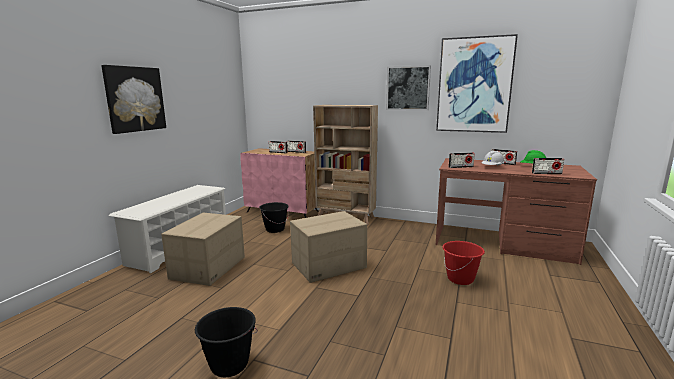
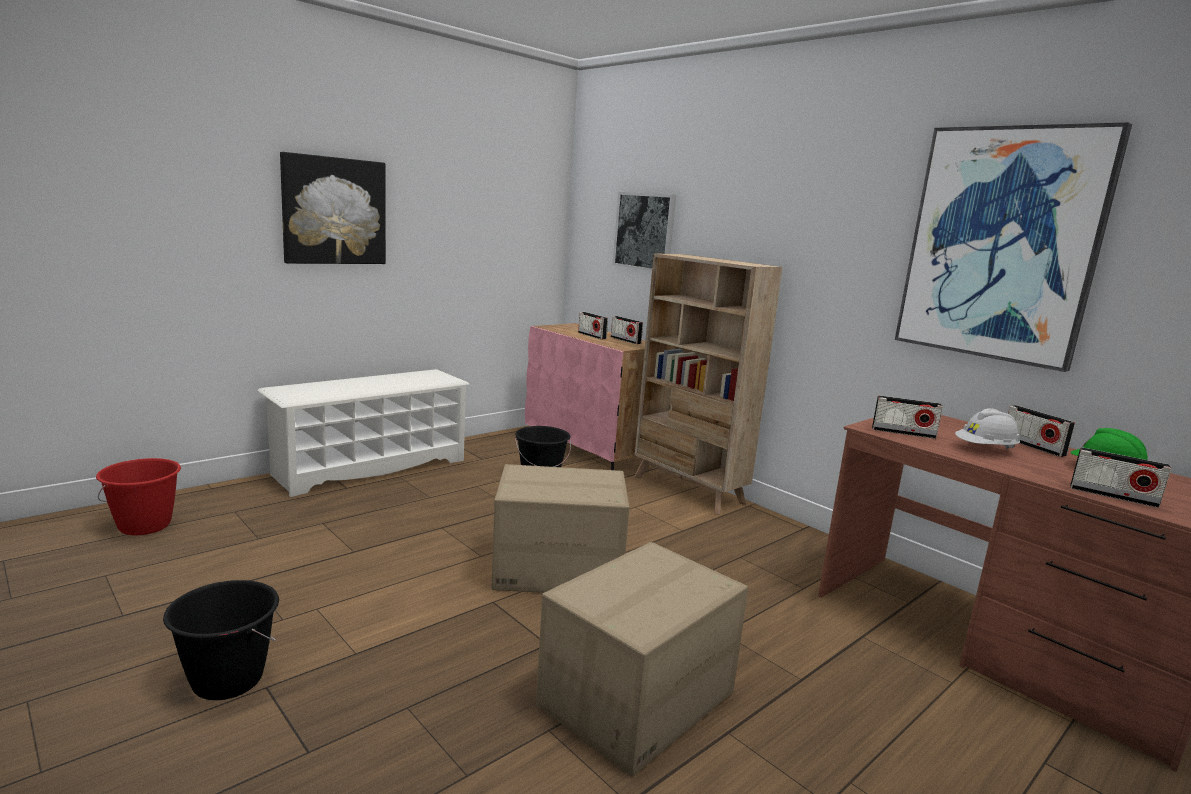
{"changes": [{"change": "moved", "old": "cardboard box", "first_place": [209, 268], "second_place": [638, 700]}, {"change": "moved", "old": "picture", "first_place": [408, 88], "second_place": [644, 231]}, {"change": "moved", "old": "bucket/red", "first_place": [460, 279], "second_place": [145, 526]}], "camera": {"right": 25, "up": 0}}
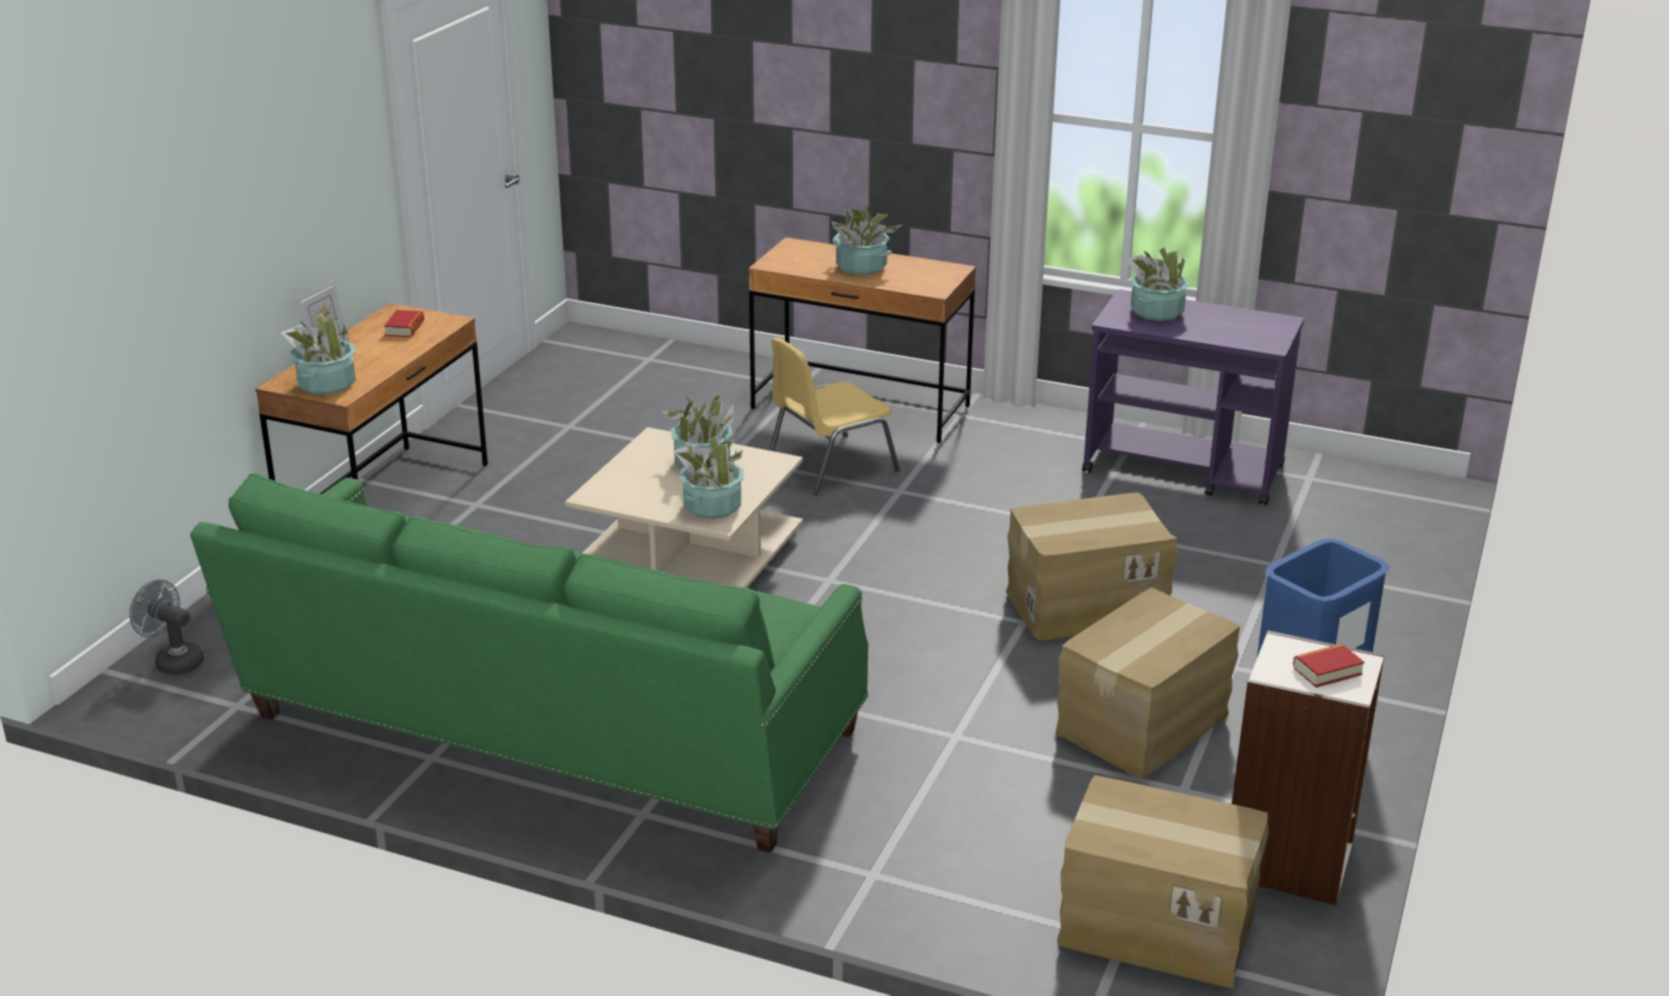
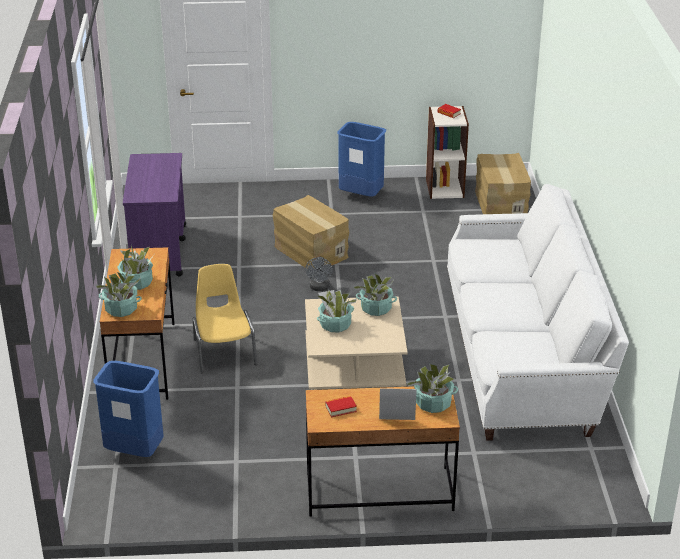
{"changes": [{"change": "moved", "old": "cooling fan/greyish", "first_place": [173, 661], "second_place": [319, 288]}, {"change": "recoloured", "old": "sofa/green-coloured", "new": "sofa/whitish", "first_place": [547, 732], "second_place": [523, 353]}, {"change": "turned", "old": "chair/yellow-coloured", "first_place": [829, 465], "second_place": [224, 351], "degrees": -135}, {"change": "removed", "old": "cardboard box", "first_place": [1144, 725]}, {"change": "moved", "old": "potted plant", "first_place": [1156, 312], "second_place": [121, 309]}, {"change": "added", "new": "rubbish bin/bluish", "second_place": [135, 451]}], "camera": {"right": -115, "up": 5}}
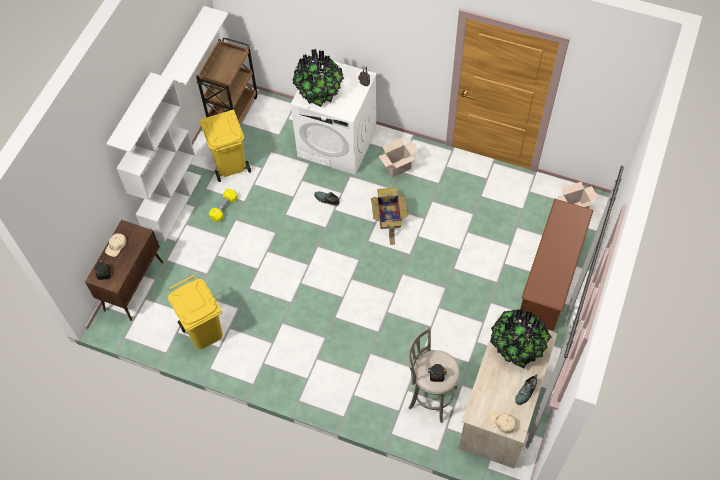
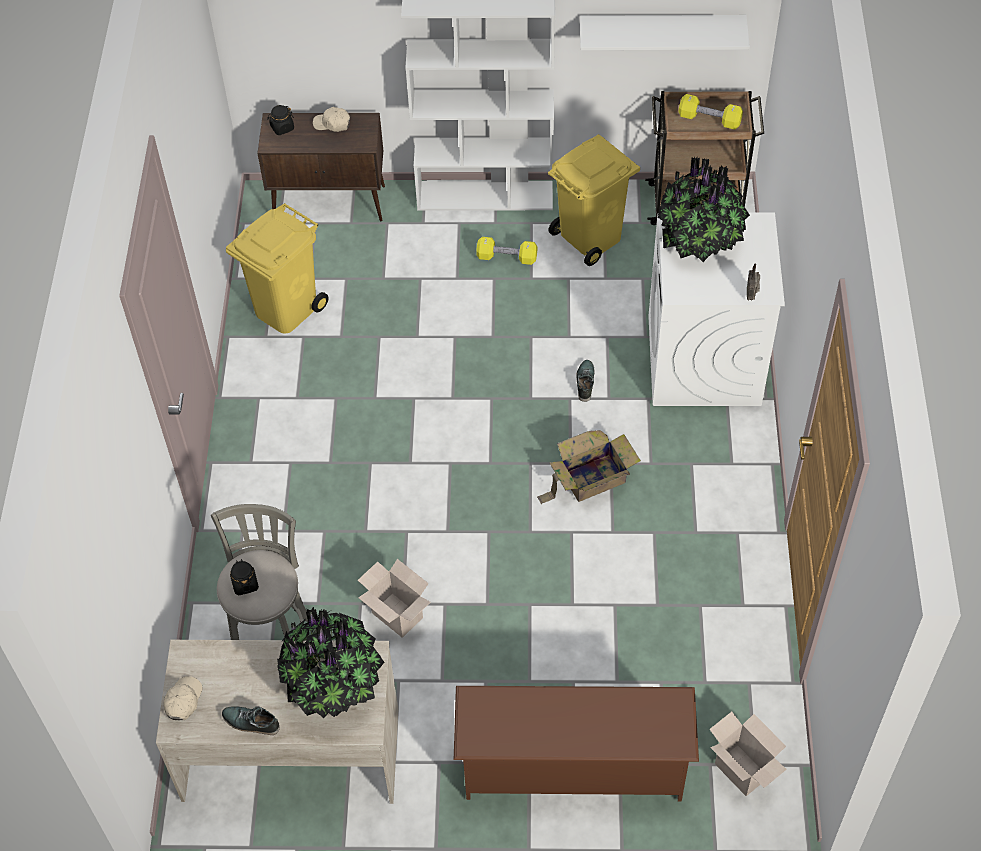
{"changes": [{"change": "moved", "old": "cardboard box", "first_place": [397, 168], "second_place": [395, 615]}, {"change": "added", "new": "hand weight/yellow-coloured", "second_place": [709, 120]}], "camera": {"right": 70, "up": -5}}
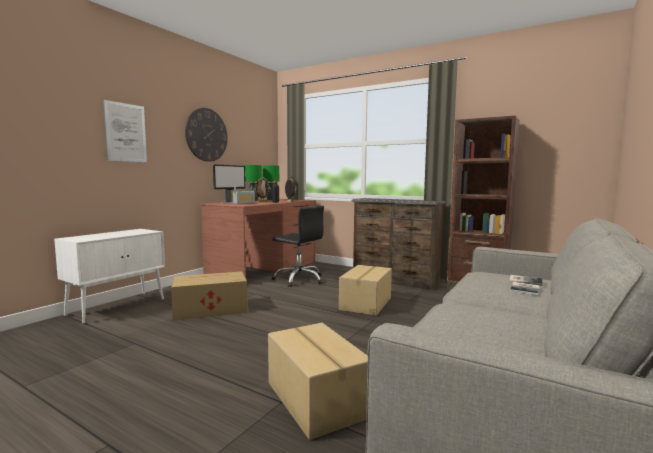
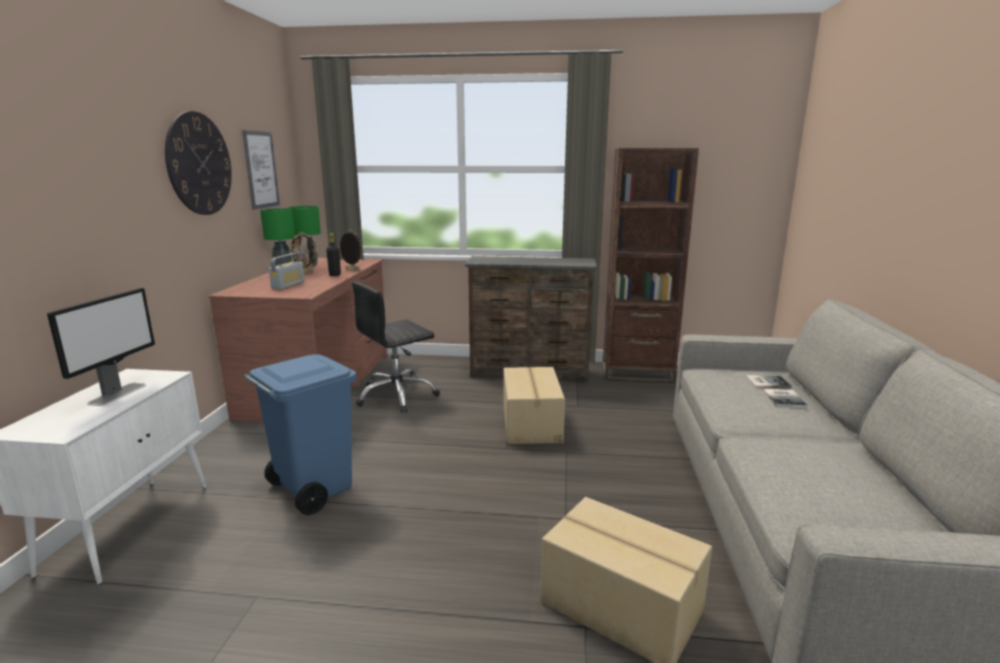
{"changes": [{"change": "moved", "old": "picture", "first_place": [125, 132], "second_place": [261, 170]}, {"change": "replaced", "old": "cardboard box", "new": "rubbish bin/bluish", "first_place": [209, 309], "second_place": [313, 489]}, {"change": "moved", "old": "monitor", "first_place": [229, 202], "second_place": [118, 394]}, {"change": "turned", "old": "office chair/black", "first_place": [299, 279], "second_place": [397, 395], "degrees": 135}], "camera": {"right": -25, "up": 10}}
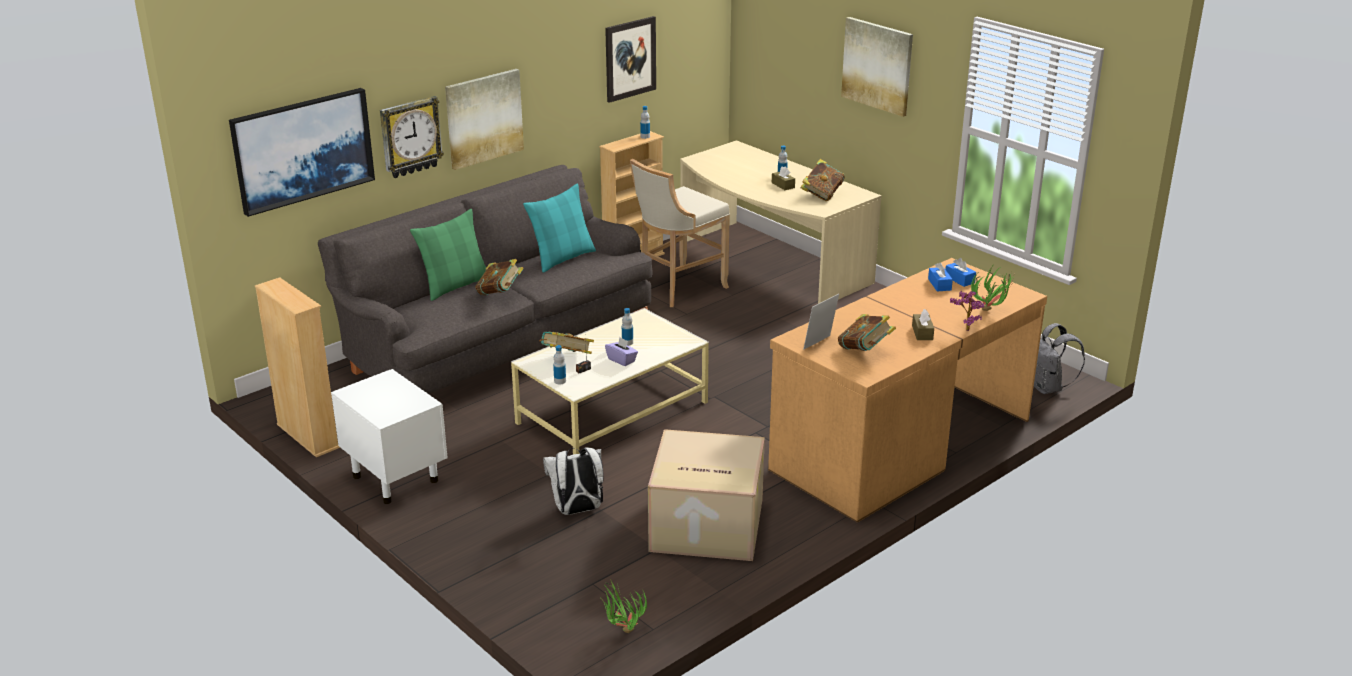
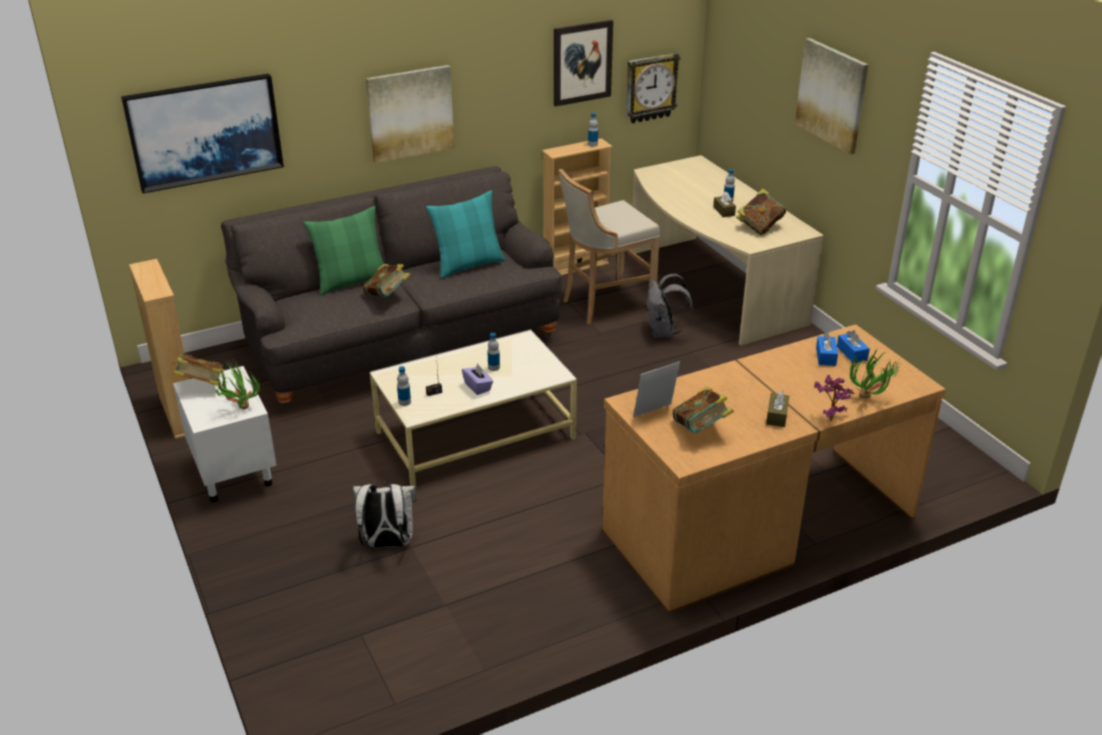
{"changes": [{"change": "moved", "old": "clock on the wall", "first_place": [410, 137], "second_place": [650, 87]}, {"change": "moved", "old": "bound book", "first_place": [566, 358], "second_place": [201, 385]}, {"change": "moved", "old": "potted plant", "first_place": [622, 632], "second_place": [239, 408]}, {"change": "removed", "old": "cardboard box", "first_place": [705, 526]}, {"change": "moved", "old": "rucksack/greyish", "first_place": [1047, 388], "second_place": [664, 333]}], "camera": {"right": 15, "up": 5}}
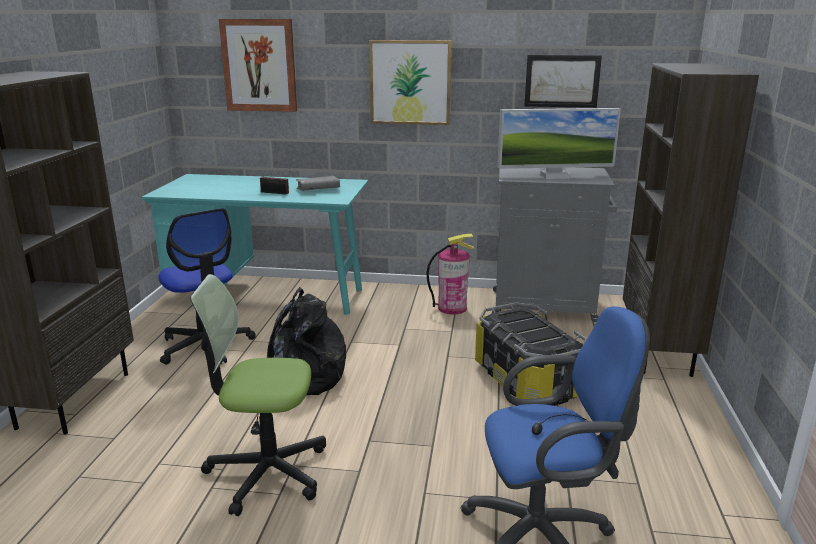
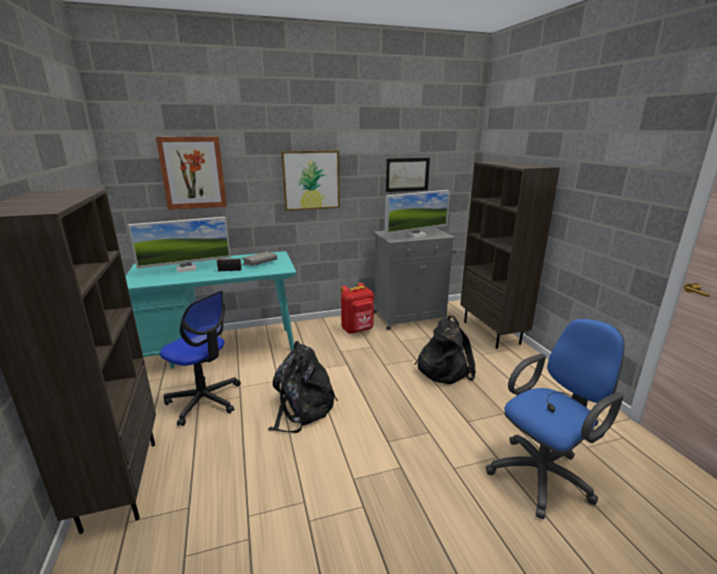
{"changes": [{"change": "removed", "old": "office chair", "first_place": [267, 472]}, {"change": "replaced", "old": "fire extinguisher", "new": "rucksack/red", "first_place": [452, 308], "second_place": [358, 330]}, {"change": "replaced", "old": "storage bin", "new": "rucksack/black", "first_place": [528, 380], "second_place": [443, 369]}, {"change": "added", "new": "monitor", "second_place": [186, 269]}], "camera": {"right": -25, "up": 0}}
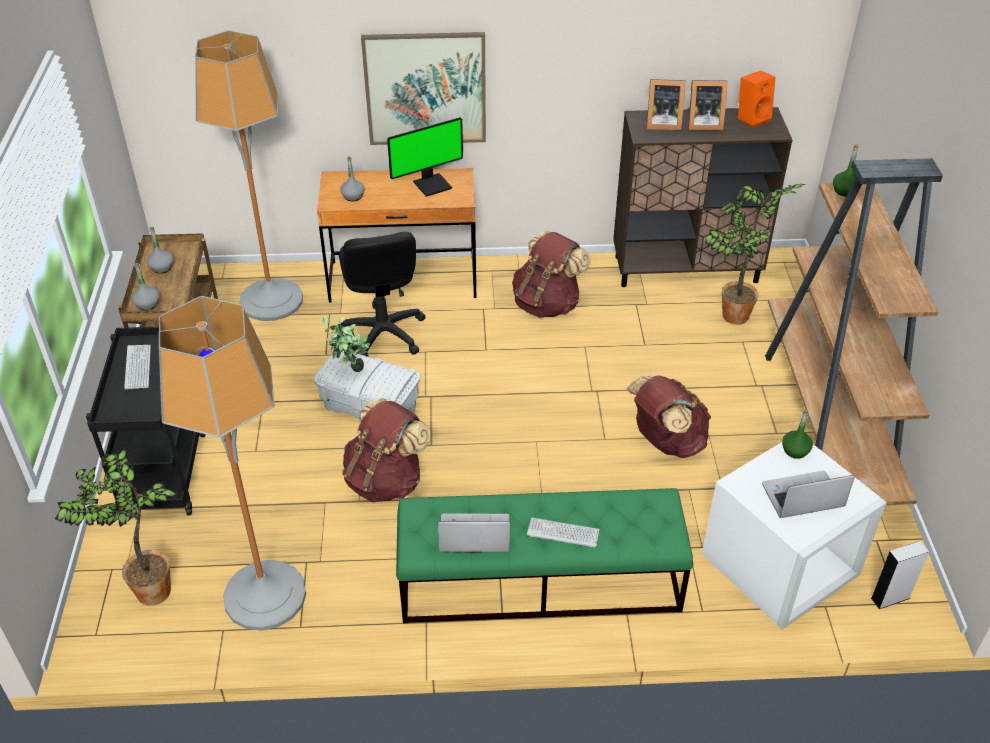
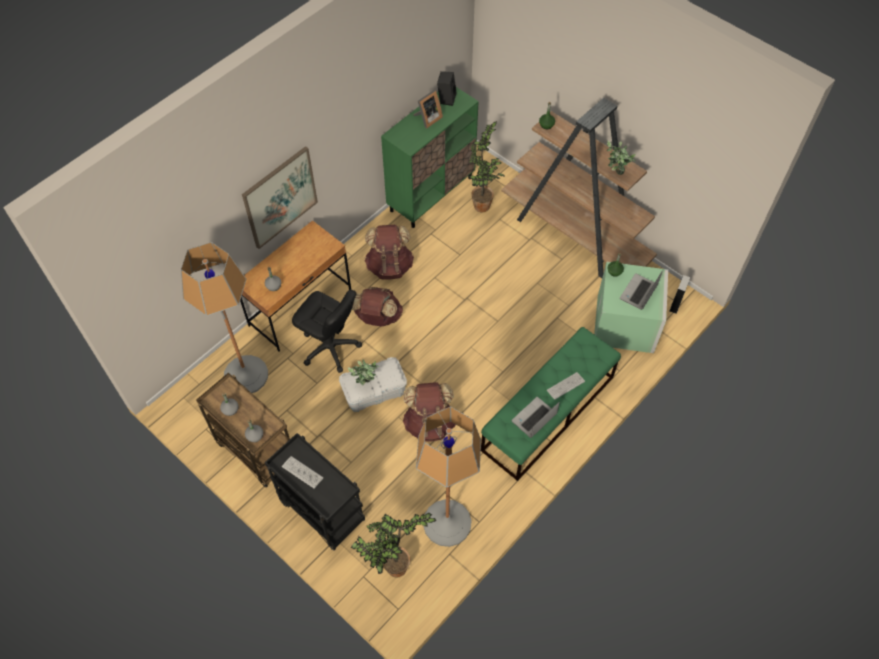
{"changes": [{"change": "removed", "old": "monitor", "first_place": [432, 184]}, {"change": "recoloured", "old": "cabinet/brown-coloured", "new": "cabinet/green-coloured", "first_place": [686, 269], "second_place": [431, 194]}, {"change": "moved", "old": "rucksack/brown-coloured", "first_place": [666, 442], "second_place": [377, 318]}, {"change": "removed", "old": "picture frame", "first_place": [661, 123]}, {"change": "recoloured", "old": "storage bin/whitish", "new": "storage bin/green-coloured", "first_place": [780, 566], "second_place": [626, 325]}, {"change": "recoloured", "old": "audio speaker/orange-coloured", "new": "audio speaker/black", "first_place": [752, 118], "second_place": [446, 98]}, {"change": "added", "new": "potted plant", "second_place": [615, 174]}], "camera": {"right": -45, "up": 15}}
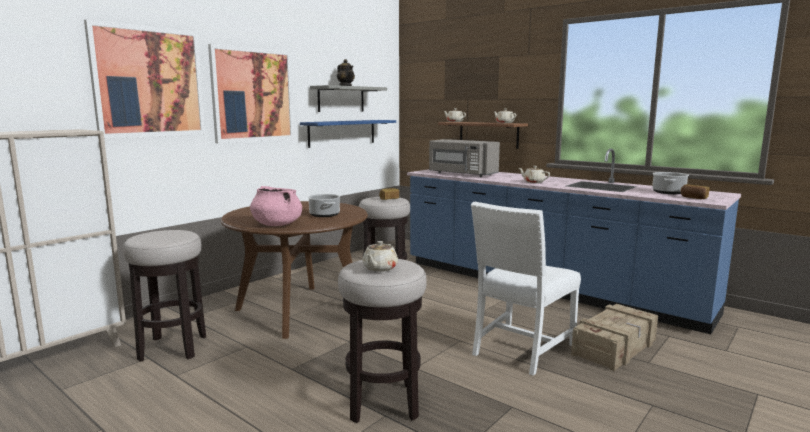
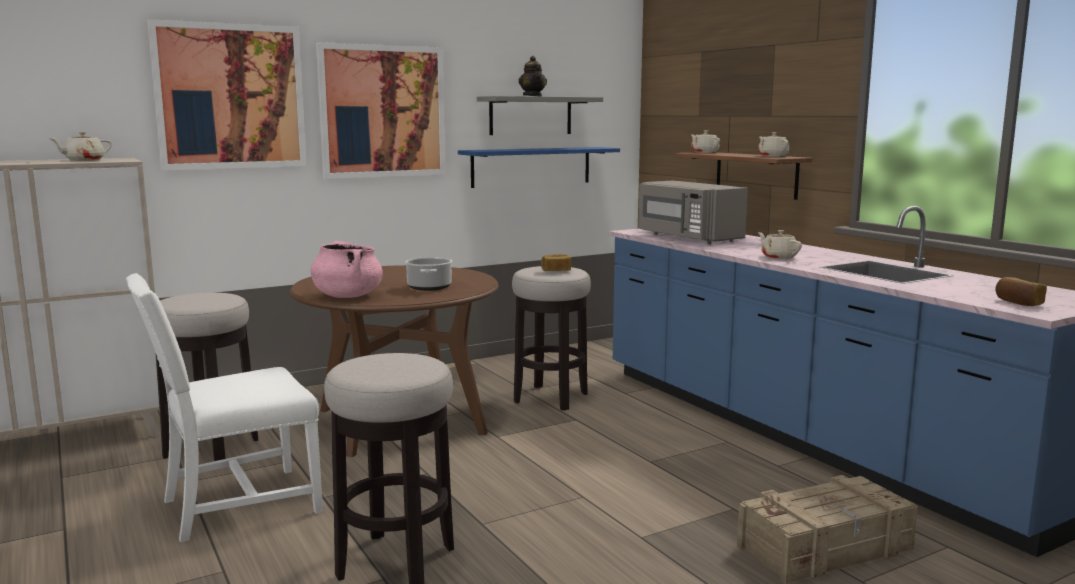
{"changes": [{"change": "moved", "old": "pot for tea/sand-coloured", "first_place": [379, 268], "second_place": [84, 160]}, {"change": "moved", "old": "chair/whitish", "first_place": [520, 350], "second_place": [236, 505]}, {"change": "removed", "old": "cooking pot", "first_place": [668, 192]}], "camera": {"right": 20, "up": 0}}
